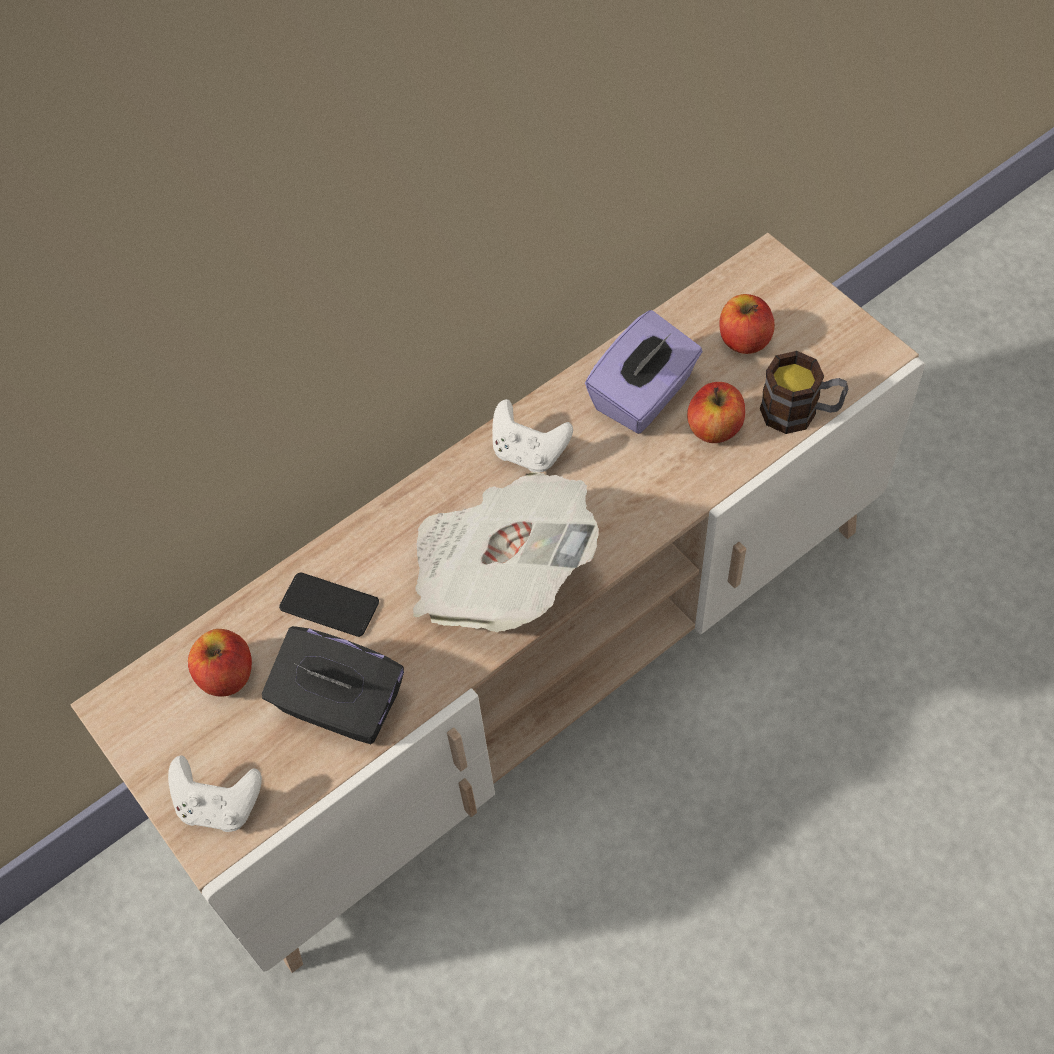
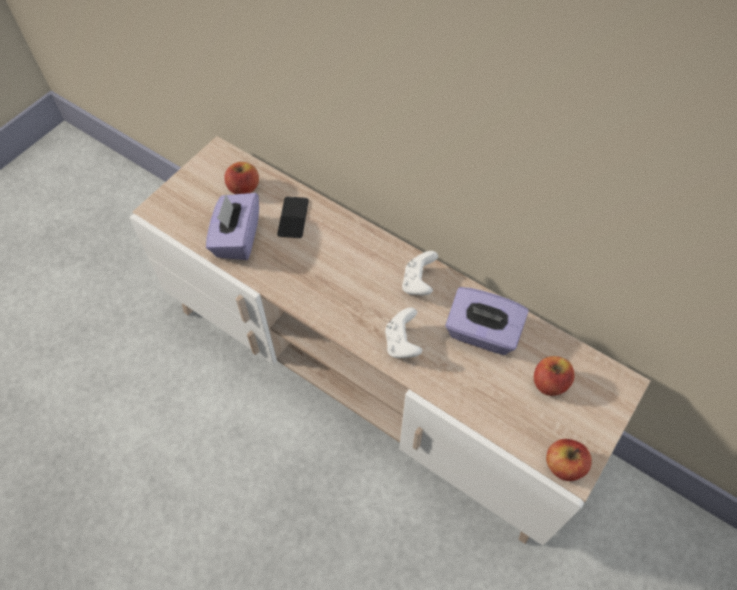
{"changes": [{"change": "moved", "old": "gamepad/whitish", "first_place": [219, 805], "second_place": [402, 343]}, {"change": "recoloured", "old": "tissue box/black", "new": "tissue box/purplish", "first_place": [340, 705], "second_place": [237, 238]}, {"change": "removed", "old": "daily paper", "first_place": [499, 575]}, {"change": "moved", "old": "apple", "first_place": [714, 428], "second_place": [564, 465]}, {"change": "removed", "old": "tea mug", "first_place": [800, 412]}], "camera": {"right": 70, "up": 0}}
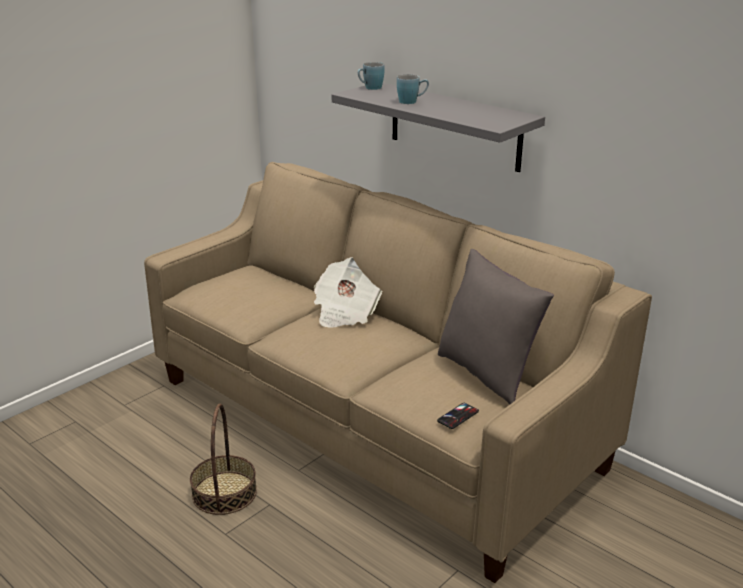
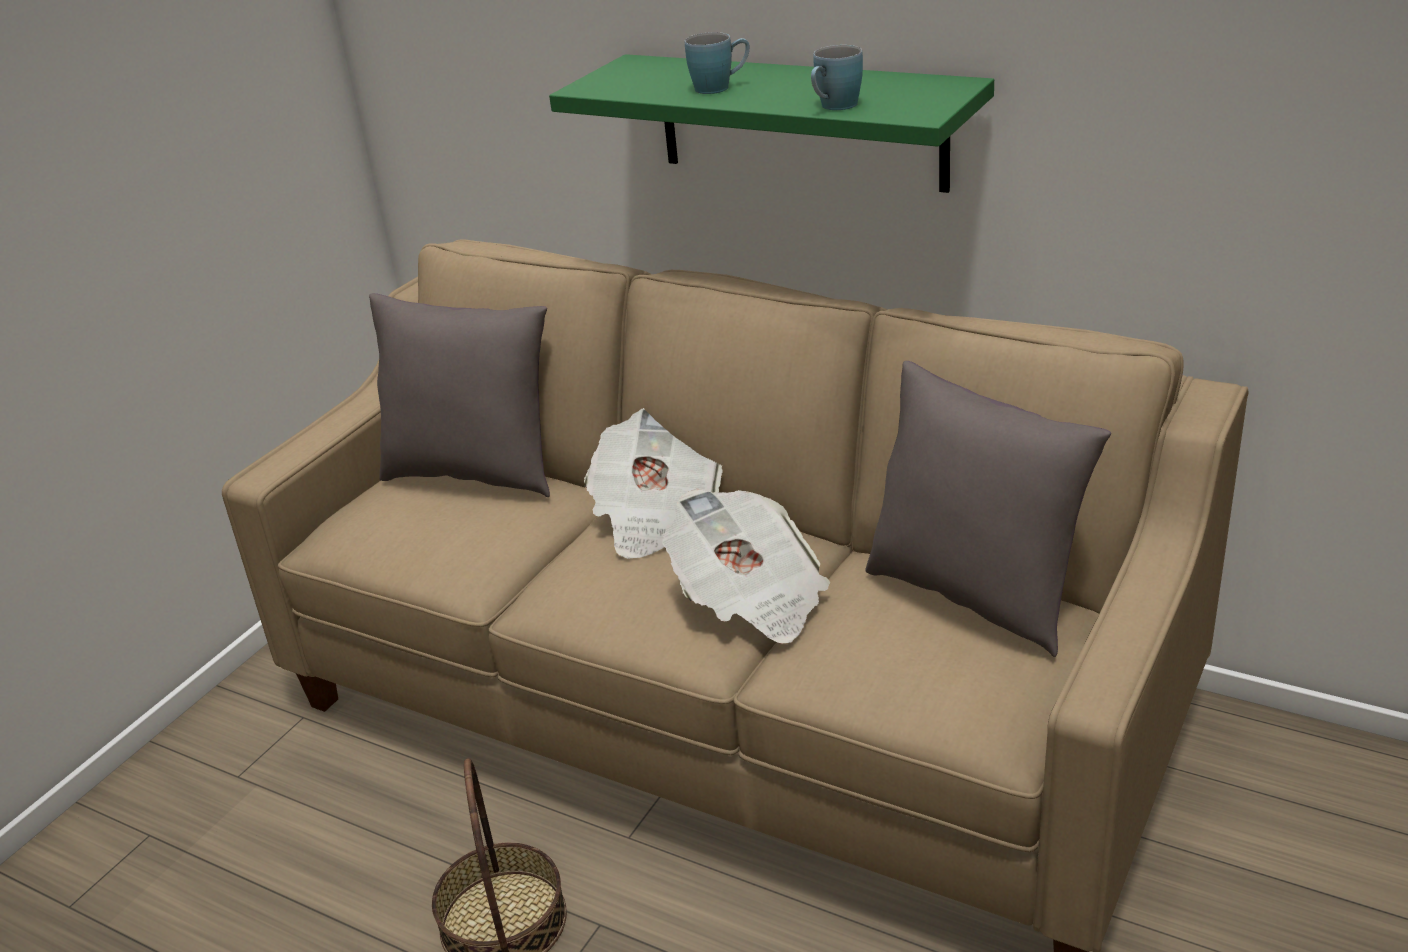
{"changes": [{"change": "recoloured", "old": "shelf/greyish", "new": "shelf/green-coloured", "first_place": [454, 126], "second_place": [800, 121]}, {"change": "moved", "old": "tea mug/bluish", "first_place": [370, 88], "second_place": [834, 107]}, {"change": "removed", "old": "handset", "first_place": [458, 416]}, {"change": "added", "new": "throw pillow/greyish", "second_place": [474, 473]}, {"change": "added", "new": "daily paper", "second_place": [750, 598]}], "camera": {"right": -10, "up": 5}}
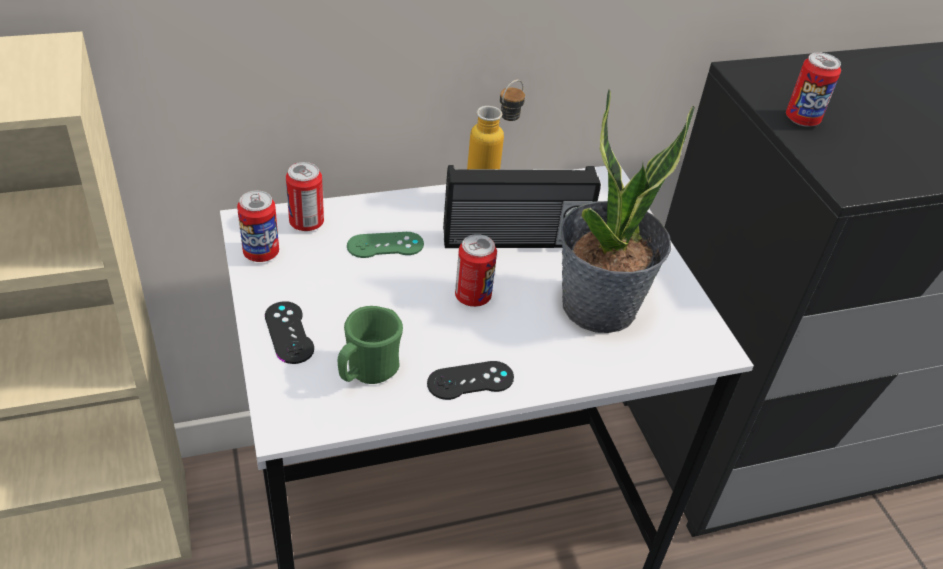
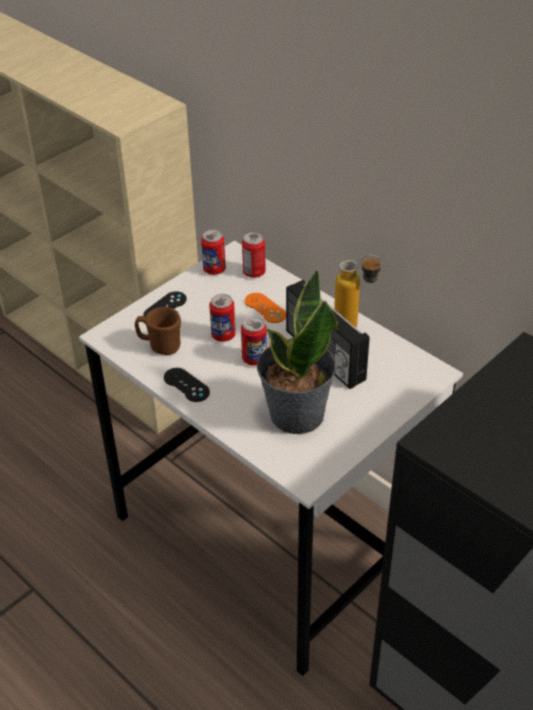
{"changes": [{"change": "recoloured", "old": "tea mug/green-coloured", "new": "tea mug/brown-coloured", "first_place": [367, 372], "second_place": [160, 346]}, {"change": "recoloured", "old": "gamepad/green-coloured", "new": "gamepad/orange-coloured", "first_place": [385, 245], "second_place": [265, 308]}, {"change": "moved", "old": "can", "first_place": [802, 119], "second_place": [223, 335]}], "camera": {"right": 65, "up": 0}}
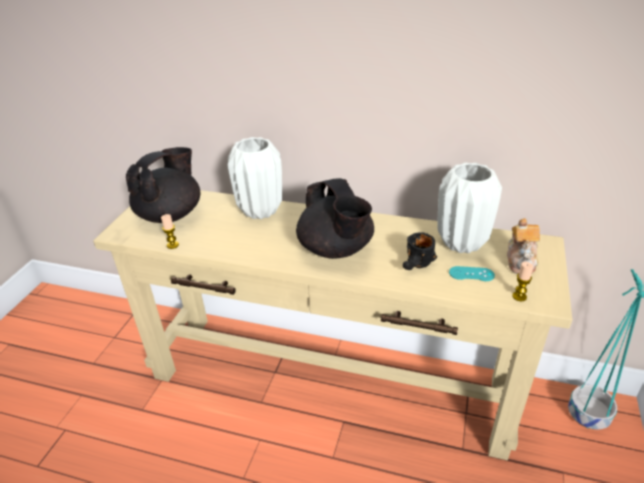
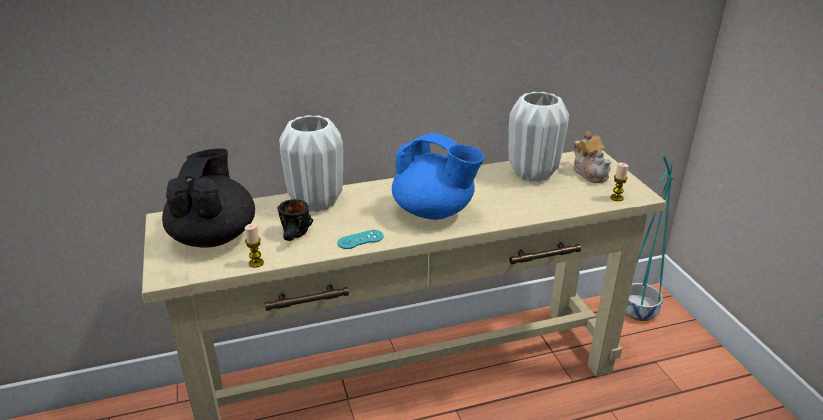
{"changes": [{"change": "recoloured", "old": "pot for tea/black", "new": "pot for tea/bluish", "first_place": [336, 249], "second_place": [434, 212]}, {"change": "moved", "old": "tea mug/black", "first_place": [417, 266], "second_place": [295, 237]}, {"change": "moved", "old": "gamepad/turquoise-coloured", "first_place": [471, 274], "second_place": [360, 240]}], "camera": {"right": -35, "up": -5}}
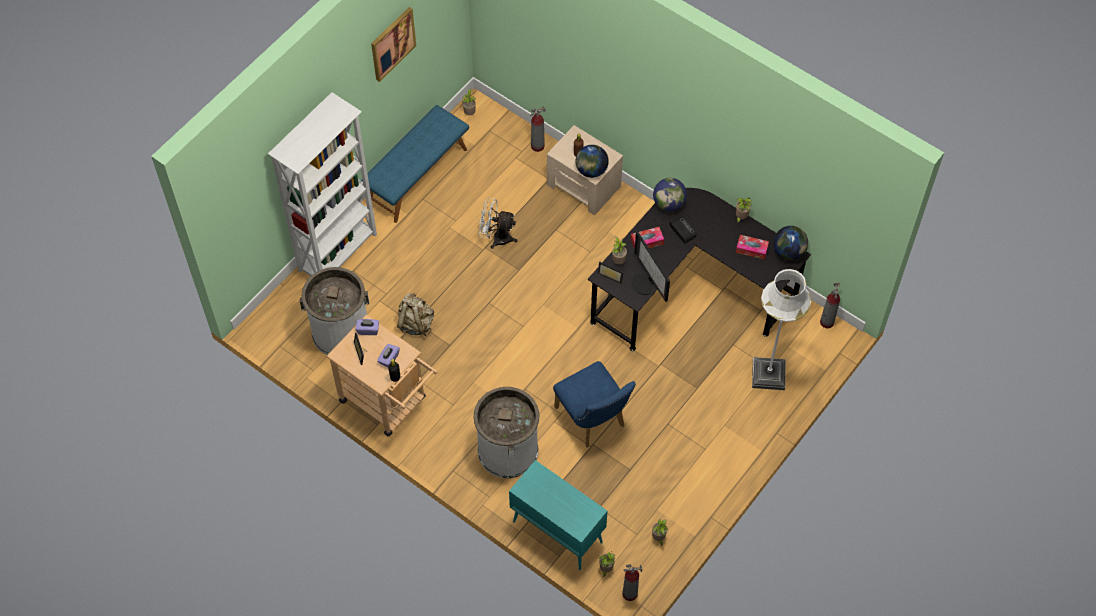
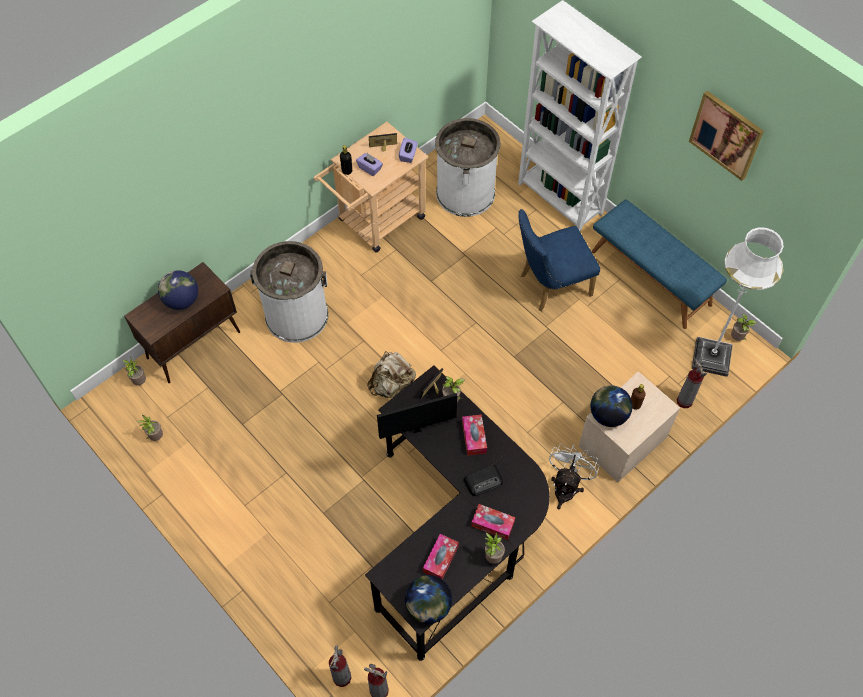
{"changes": [{"change": "moved", "old": "rucksack/sand-coloured", "first_place": [416, 323], "second_place": [392, 385]}, {"change": "moved", "old": "cooling fan/whitish", "first_place": [496, 237], "second_place": [566, 487]}, {"change": "recoloured", "old": "cabinet/turquoise-coloured", "new": "cabinet/brown-coloured", "first_place": [556, 531], "second_place": [194, 344]}, {"change": "moved", "old": "chair/bluish", "first_place": [593, 421], "second_place": [550, 286]}, {"change": "moved", "old": "fire extinguisher", "first_place": [629, 593], "second_place": [342, 677]}, {"change": "moved", "old": "globe", "first_place": [668, 203], "second_place": [182, 300]}, {"change": "moved", "old": "standing lamp/whitish", "first_place": [768, 374], "second_place": [711, 358]}, {"change": "added", "new": "tissue box", "second_place": [492, 524]}], "camera": {"right": 100, "up": 0}}
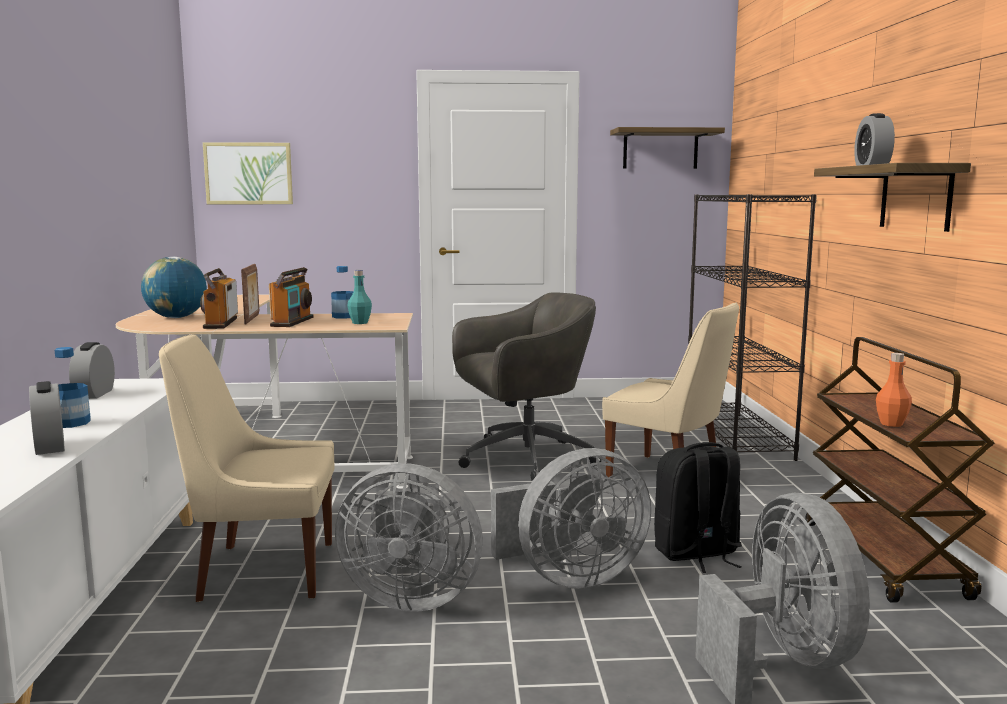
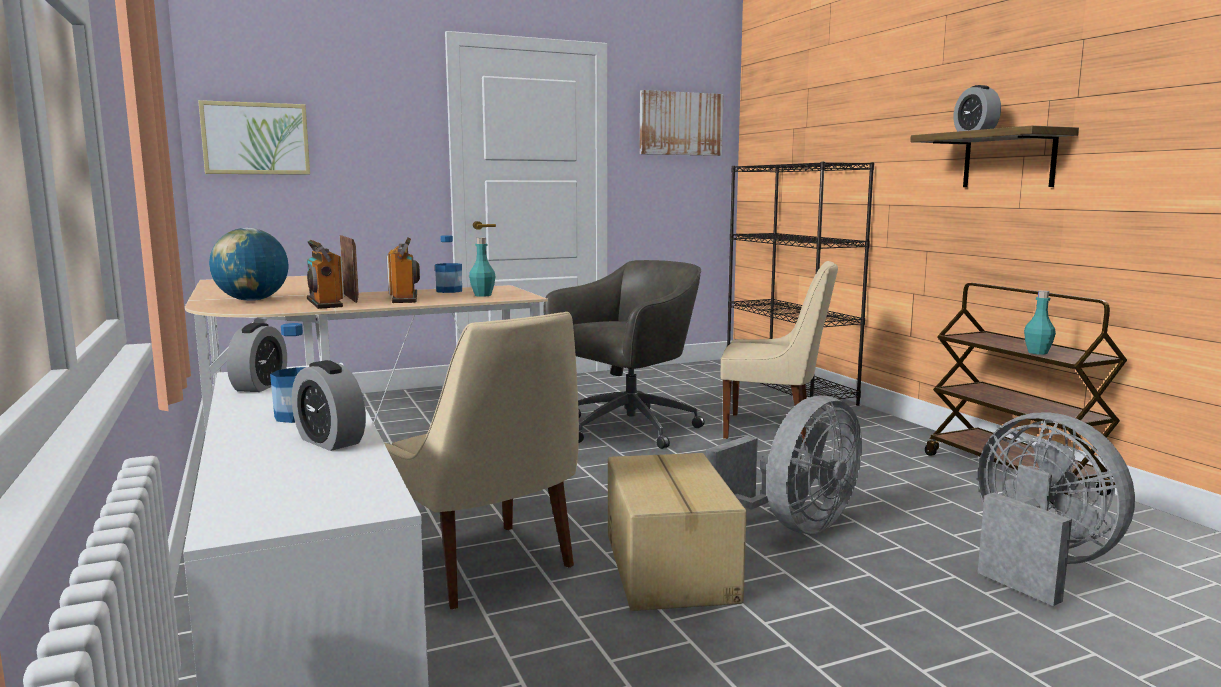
{"changes": [{"change": "turned", "old": "alarm clock", "first_place": [94, 394], "second_place": [260, 386], "degrees": -150}, {"change": "turned", "old": "chair/sand-coloured", "first_place": [261, 571], "second_place": [487, 567], "degrees": -105}, {"change": "replaced", "old": "cooling fan/greyish", "new": "cardboard box", "first_place": [411, 597], "second_place": [671, 566]}, {"change": "replaced", "old": "shelf", "new": "picture", "first_place": [660, 149], "second_place": [680, 124]}, {"change": "removed", "old": "rucksack/black", "first_place": [696, 554]}, {"change": "recoloured", "old": "beverage bottle/orange-coloured", "new": "beverage bottle/turquoise-coloured", "first_place": [891, 424], "second_place": [1037, 352]}], "camera": {"right": -20, "up": 0}}
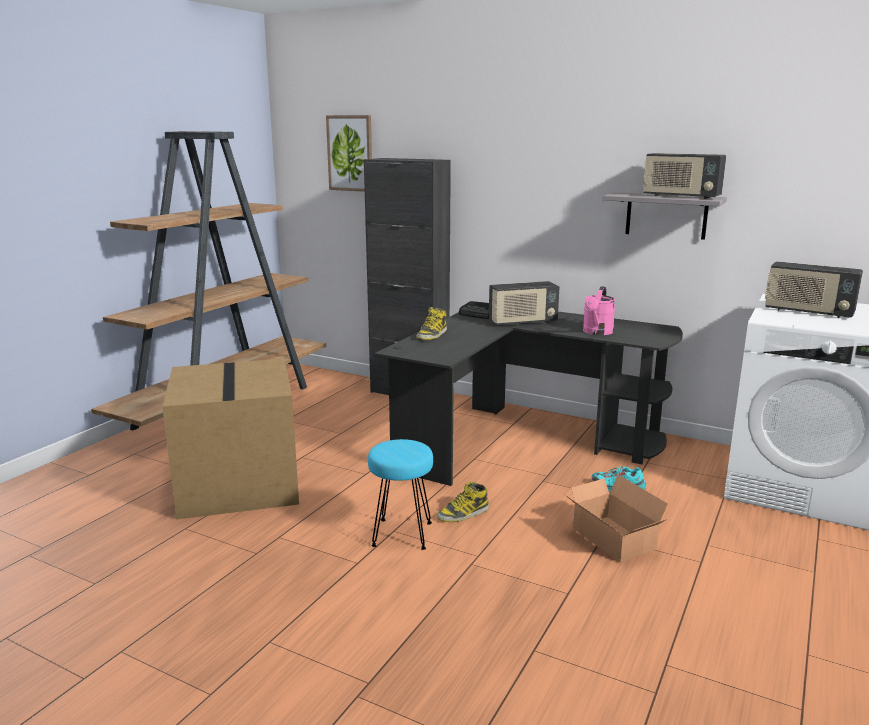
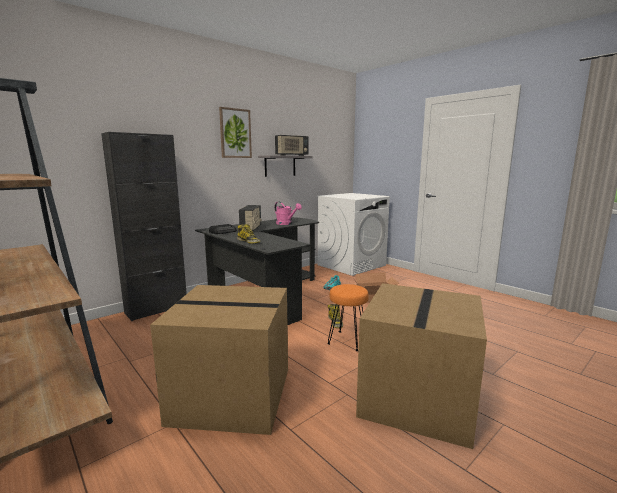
{"changes": [{"change": "moved", "old": "picture", "first_place": [350, 153], "second_place": [235, 133]}, {"change": "recoloured", "old": "stool seat/turquoise-coloured", "new": "stool seat/orange-coloured", "first_place": [401, 534], "second_place": [347, 341]}, {"change": "removed", "old": "radio receiver", "first_place": [808, 312]}, {"change": "added", "new": "cardboard box", "second_place": [415, 397]}], "camera": {"right": -70, "up": -5}}
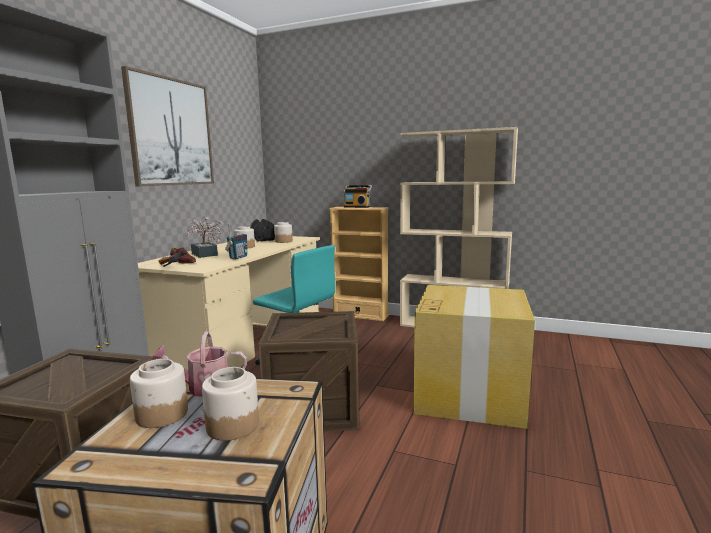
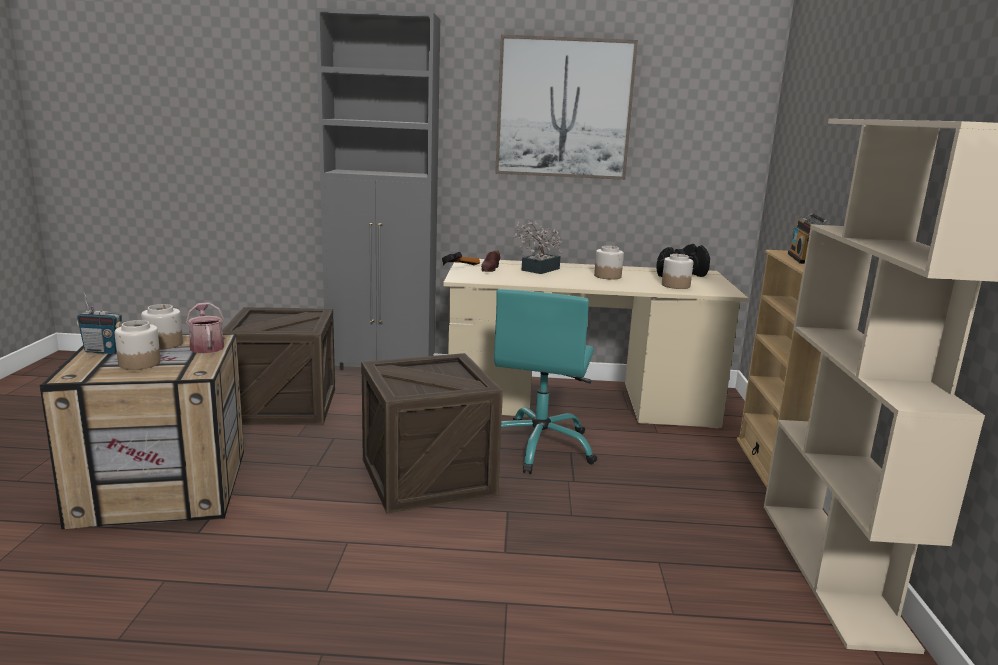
{"changes": [{"change": "moved", "old": "radio receiver", "first_place": [238, 257], "second_place": [104, 351]}, {"change": "removed", "old": "cardboard box", "first_place": [469, 393]}], "camera": {"right": 70, "up": 5}}
